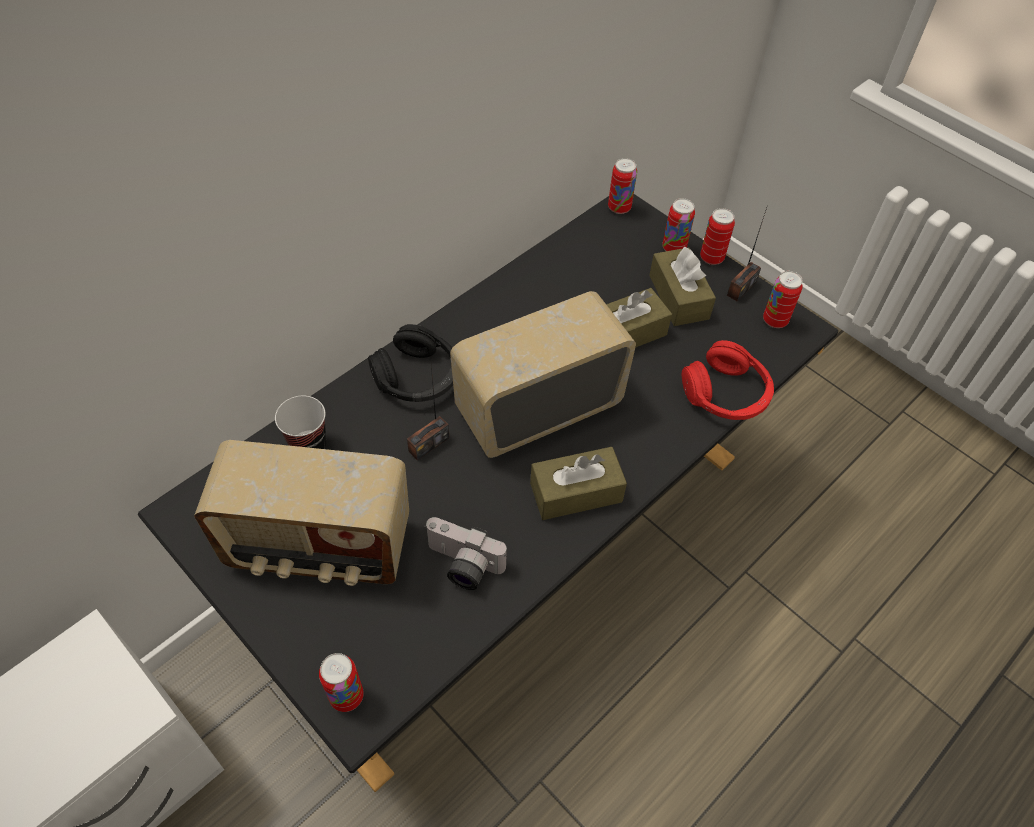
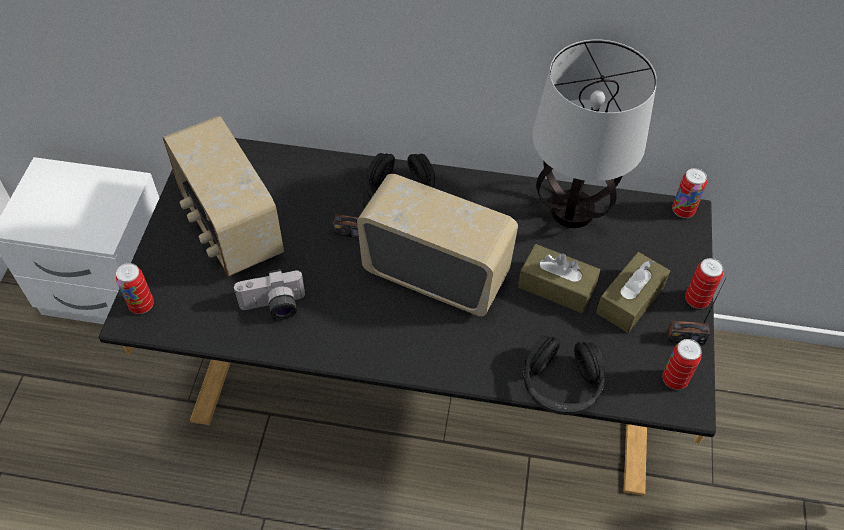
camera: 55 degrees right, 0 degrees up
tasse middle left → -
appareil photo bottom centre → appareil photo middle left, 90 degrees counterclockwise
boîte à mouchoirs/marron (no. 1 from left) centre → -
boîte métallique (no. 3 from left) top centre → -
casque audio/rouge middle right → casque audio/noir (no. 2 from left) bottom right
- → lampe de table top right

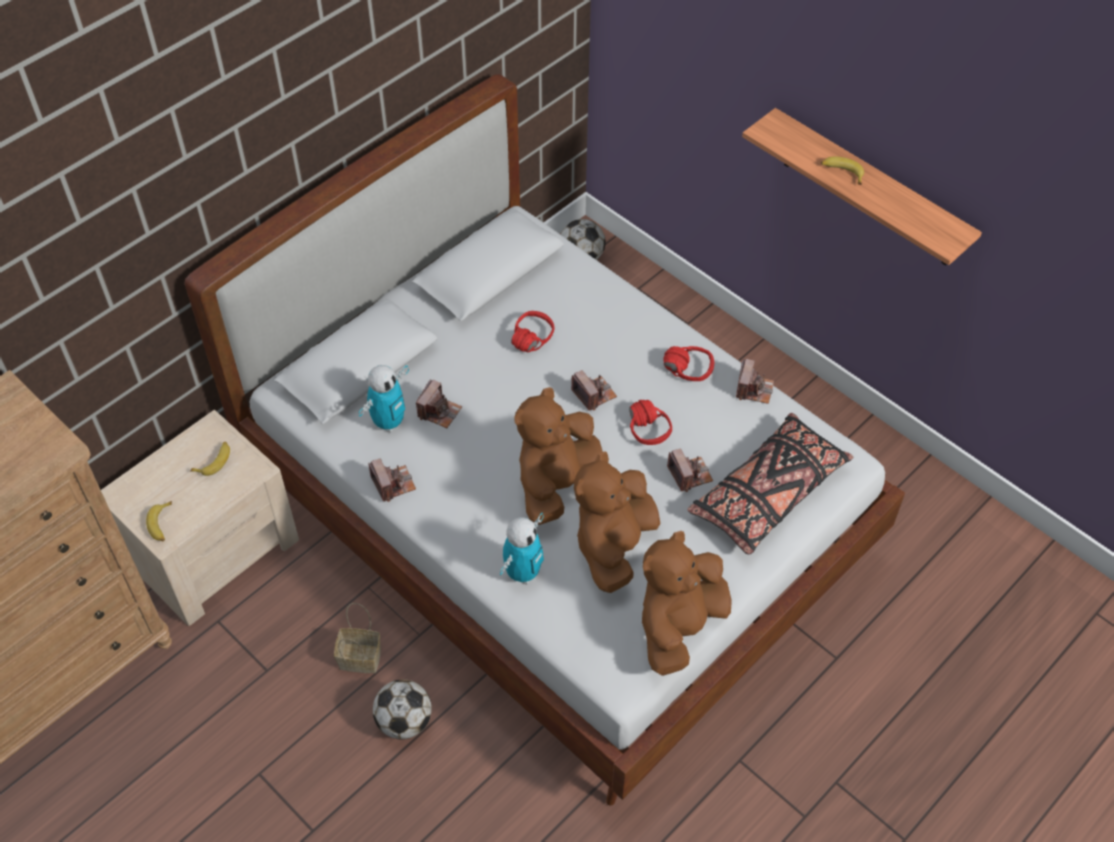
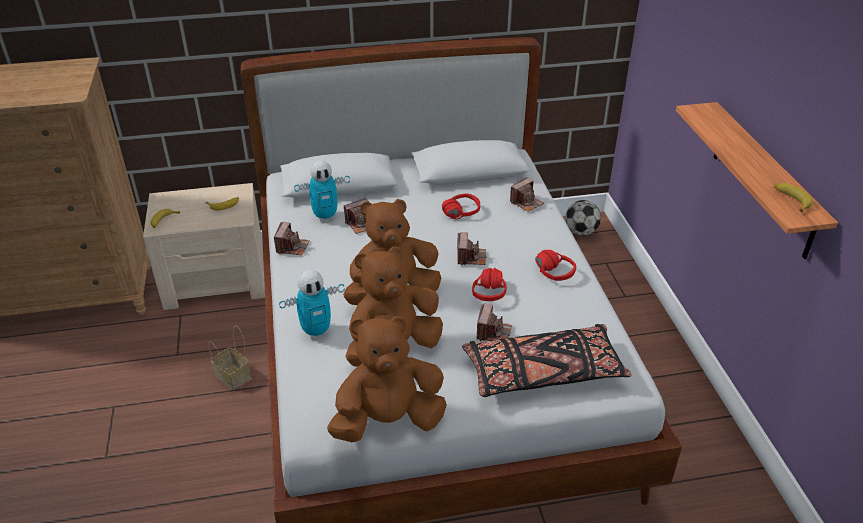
camera: 35 degrees right, 15 degrees down
ballon de foot (no. 1 from left) bottom centre → -
appareil photo (no. 5 from left) middle right → appareil photo (no. 5 from left) centre, relocated
banane (no. 3 from left) top right → banane (no. 3 from left) middle right, relocated

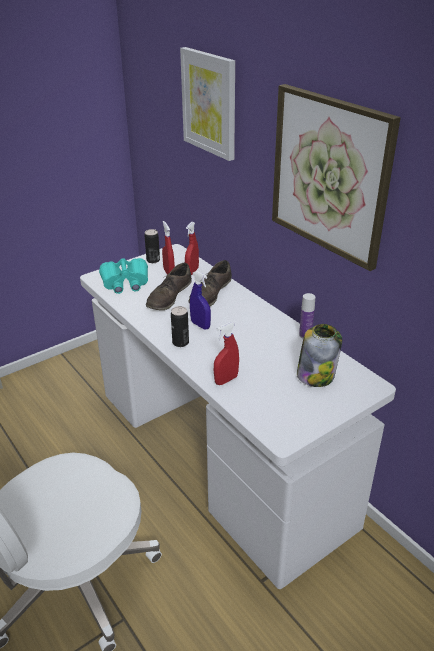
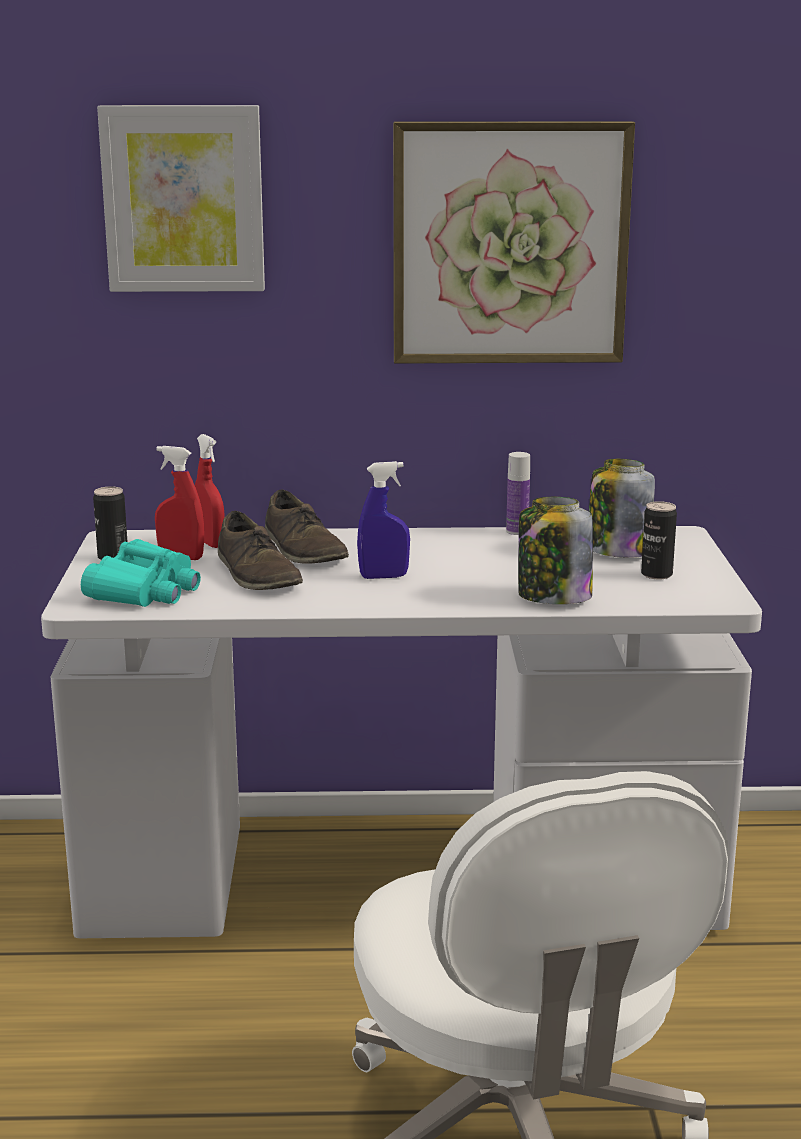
camera: 55 degrees left, 15 degrees down
boîte métallique (no. 2 from left) centre → boîte métallique (no. 2 from left) middle right, relocated
vaporisateur/rouge (no. 3 from left) centre → bocal (no. 1 from left) middle right

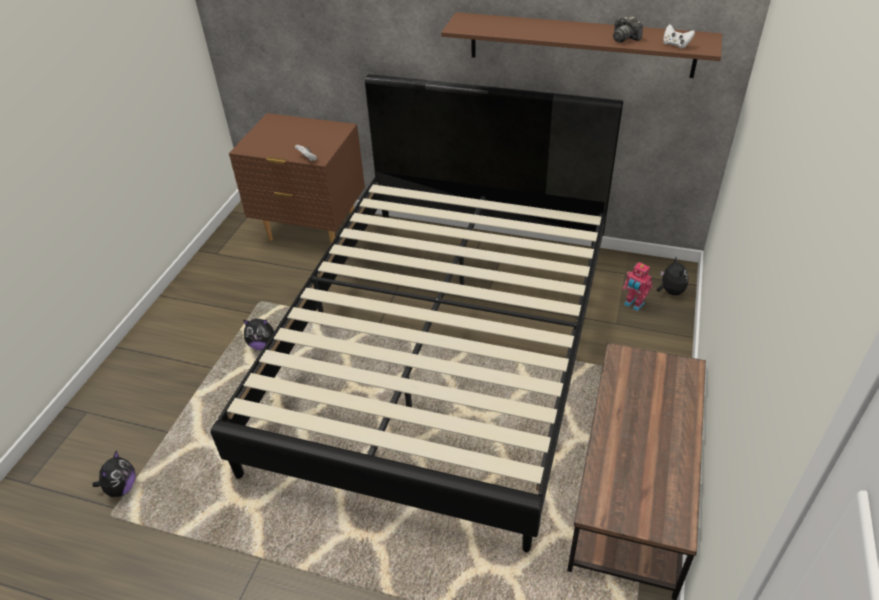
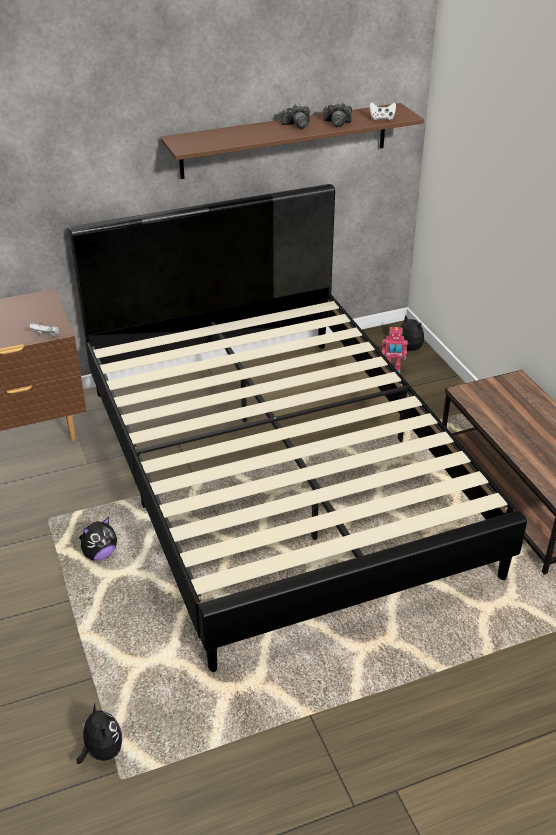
camera: 40 degrees left, 5 degrees down
- → appareil photo (no. 1 from left) top centre

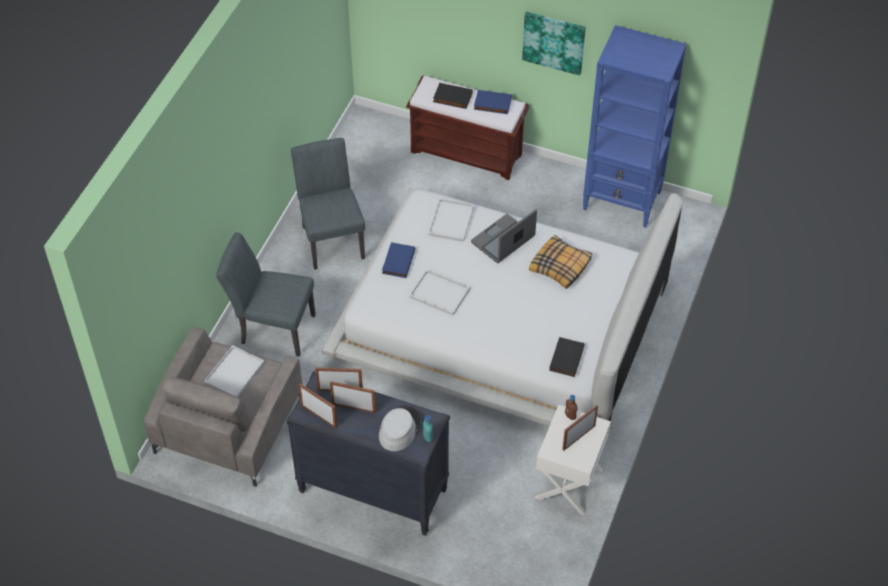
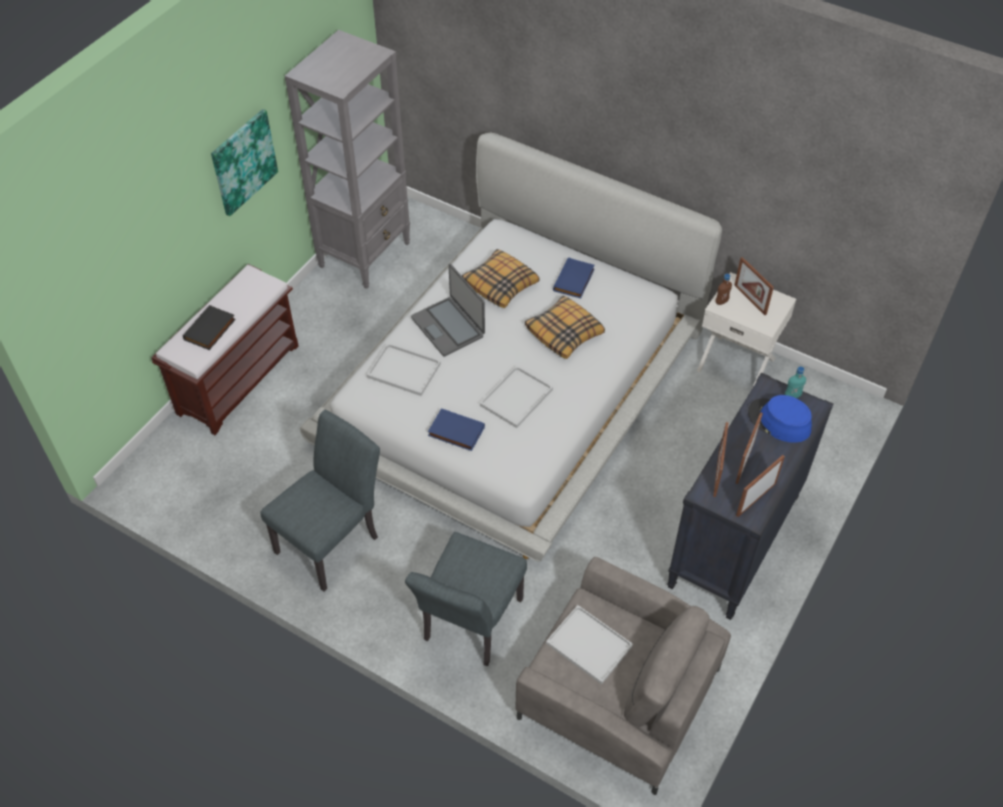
camera: 80 degrees left, 0 degrees up
chaise/gris (no. 2 from left in the first image) centre → chaise/gris (no. 1 from left) middle left, 135 degrees clockwise
chapeau/gris bottom centre → chapeau/bleu middle right
livre/bleu (no. 2 from left) top centre → livre/bleu (no. 2 from left) centre, relocated
livre/noir (no. 2 from left) centre → -
bibliothèque/bleu top right → bibliothèque/gris top centre
- → coussin (no. 2 from left) centre

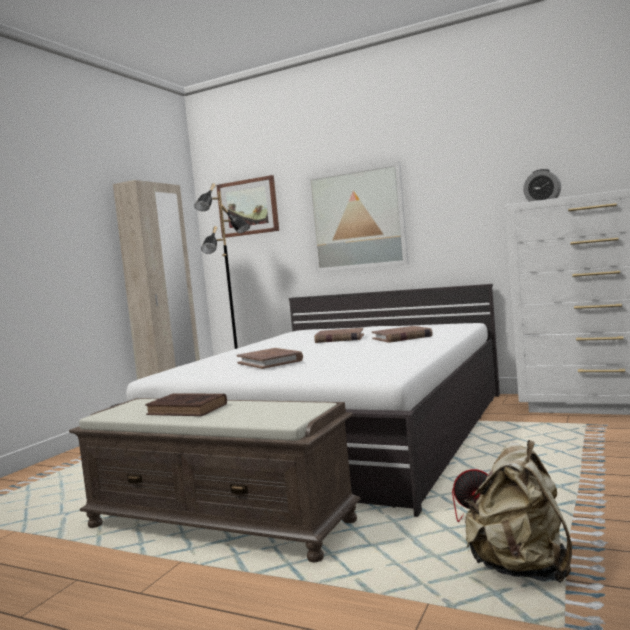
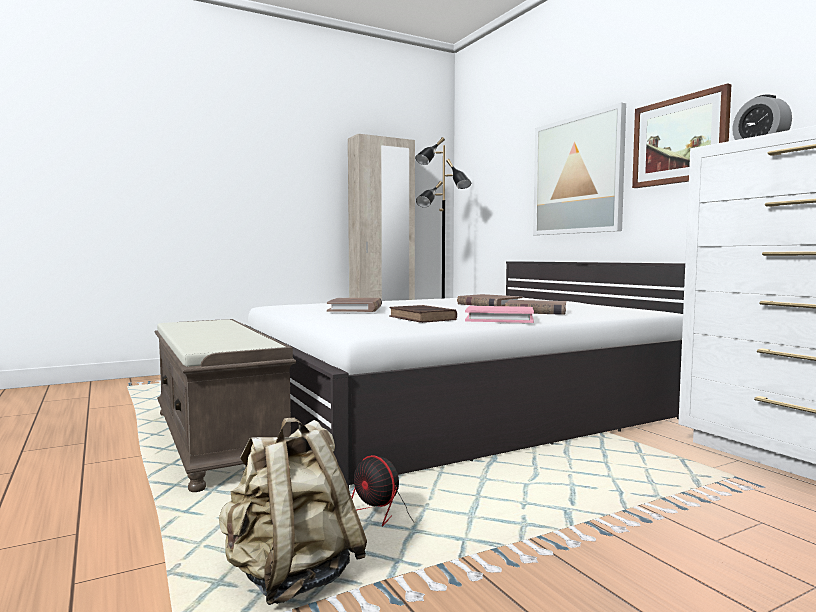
camera: 35 degrees right, 0 degrees up
livre/marron (no. 1 from left in the first image) middle left → livre/marron (no. 2 from left) centre, relocated
tableau (no. 1 from left in the first image) top centre → tableau (no. 2 from left) top right, relocated
- → livre/rose centre

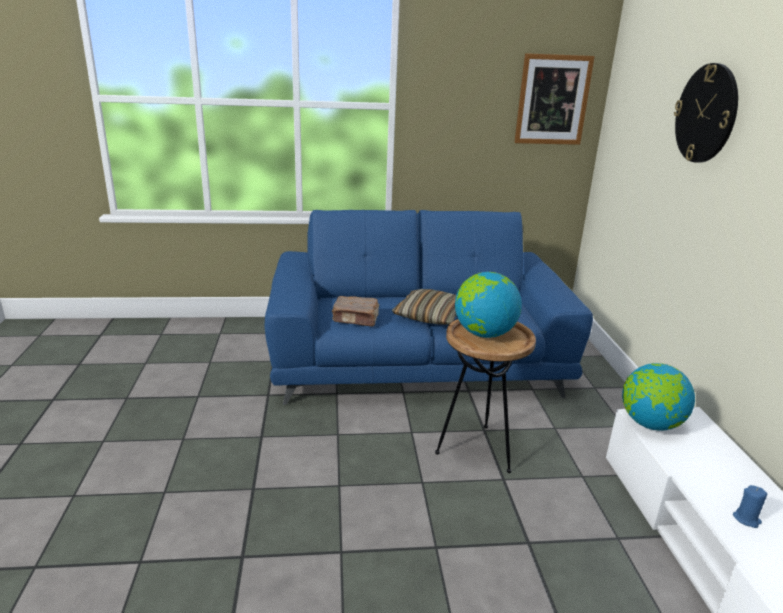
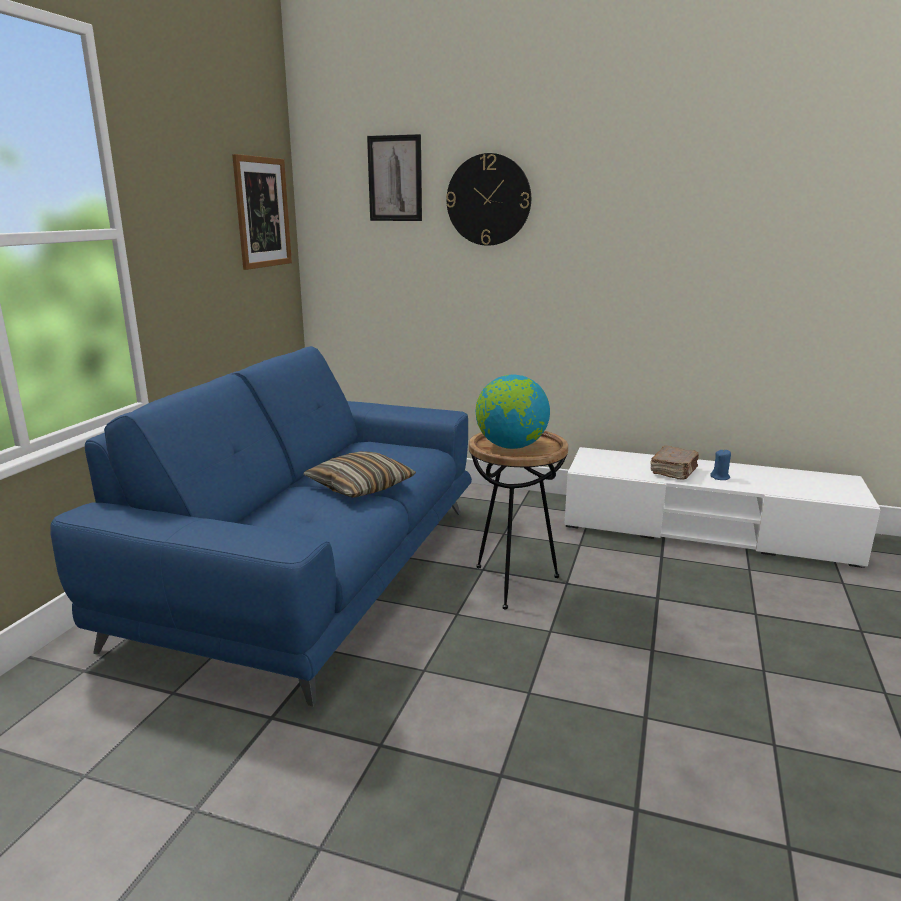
camera: 65 degrees left, 5 degrees down
livre/marron centre → livre/marron middle right, relocated
globe (no. 2 from left) middle right → -
- → tableau (no. 2 from left) top centre

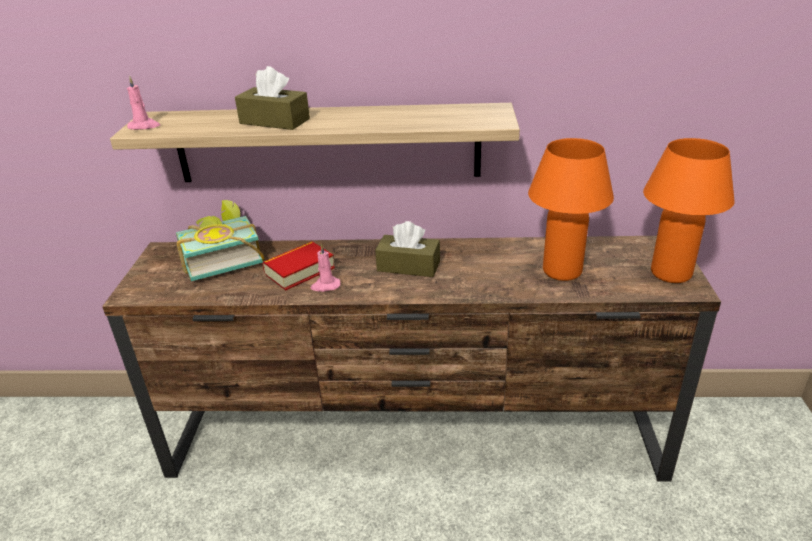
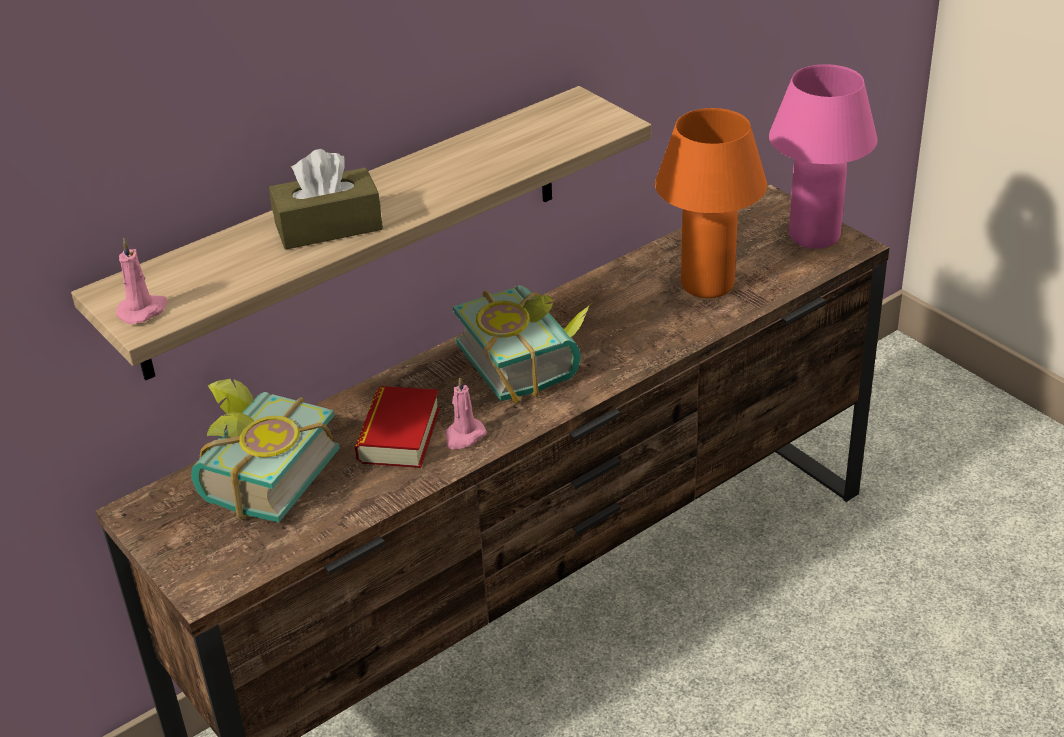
camera: 40 degrees left, 5 degrees up
boîte à mouchoirs/marron (no. 2 from left) centre → livre (no. 3 from left) centre
lampe de table/orange (no. 2 from left) middle right → lampe de table/rose top right

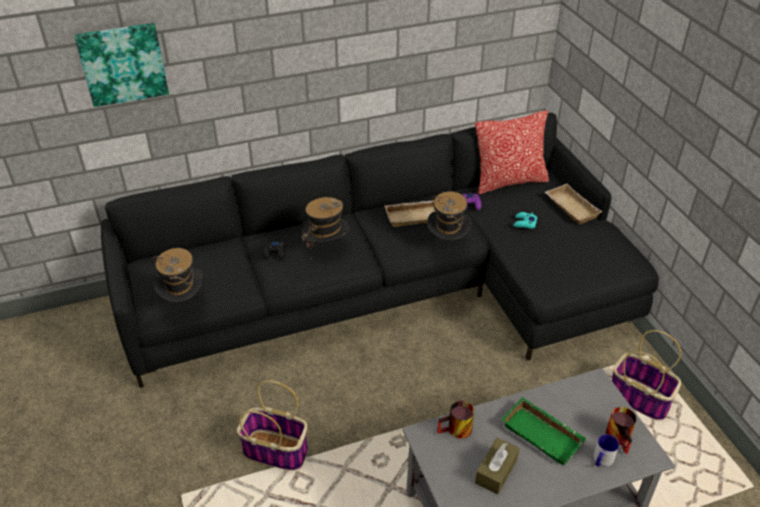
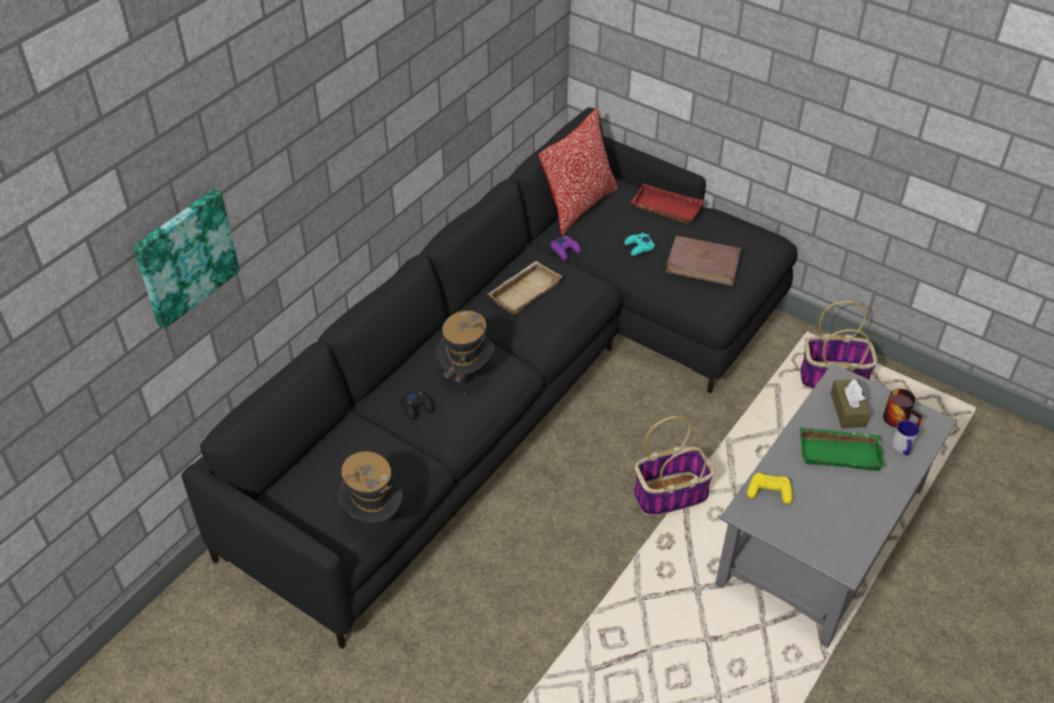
camera: 35 degrees left, 5 degrees up
panier (no. 1 from left) bottom centre → panier (no. 1 from left) centre, relocated
chapeau (no. 3 from left) centre → -
mug (no. 1 from left) bottom centre → manette/jaune bottom right
boîte à mouchoirs/marron bottom centre → boîte à mouchoirs/marron middle right, relocated
plateau/beige (no. 2 from left) middle right → plateau/rouge top centre
- → livre/marron middle right

